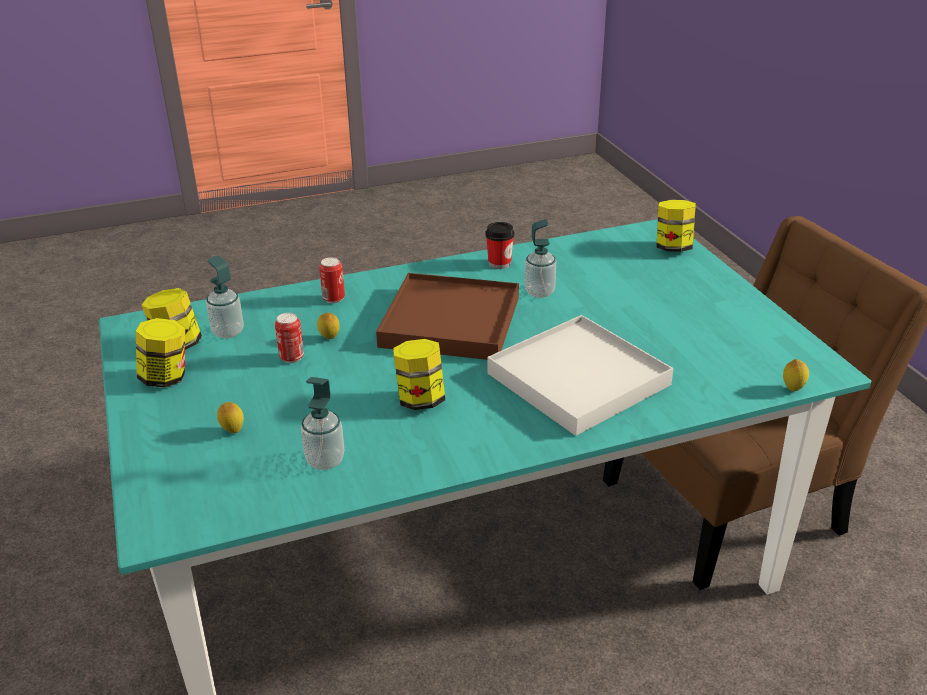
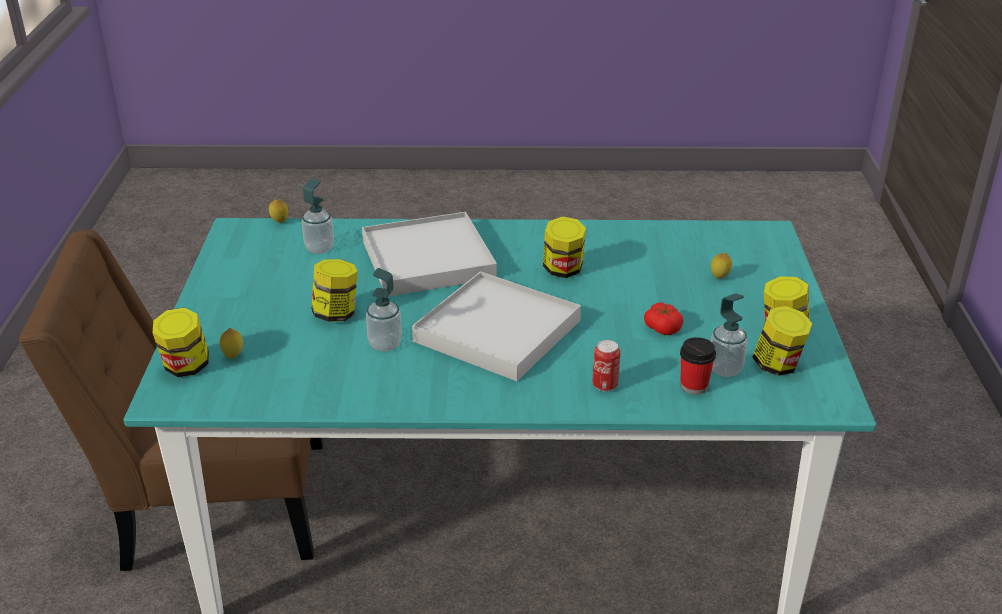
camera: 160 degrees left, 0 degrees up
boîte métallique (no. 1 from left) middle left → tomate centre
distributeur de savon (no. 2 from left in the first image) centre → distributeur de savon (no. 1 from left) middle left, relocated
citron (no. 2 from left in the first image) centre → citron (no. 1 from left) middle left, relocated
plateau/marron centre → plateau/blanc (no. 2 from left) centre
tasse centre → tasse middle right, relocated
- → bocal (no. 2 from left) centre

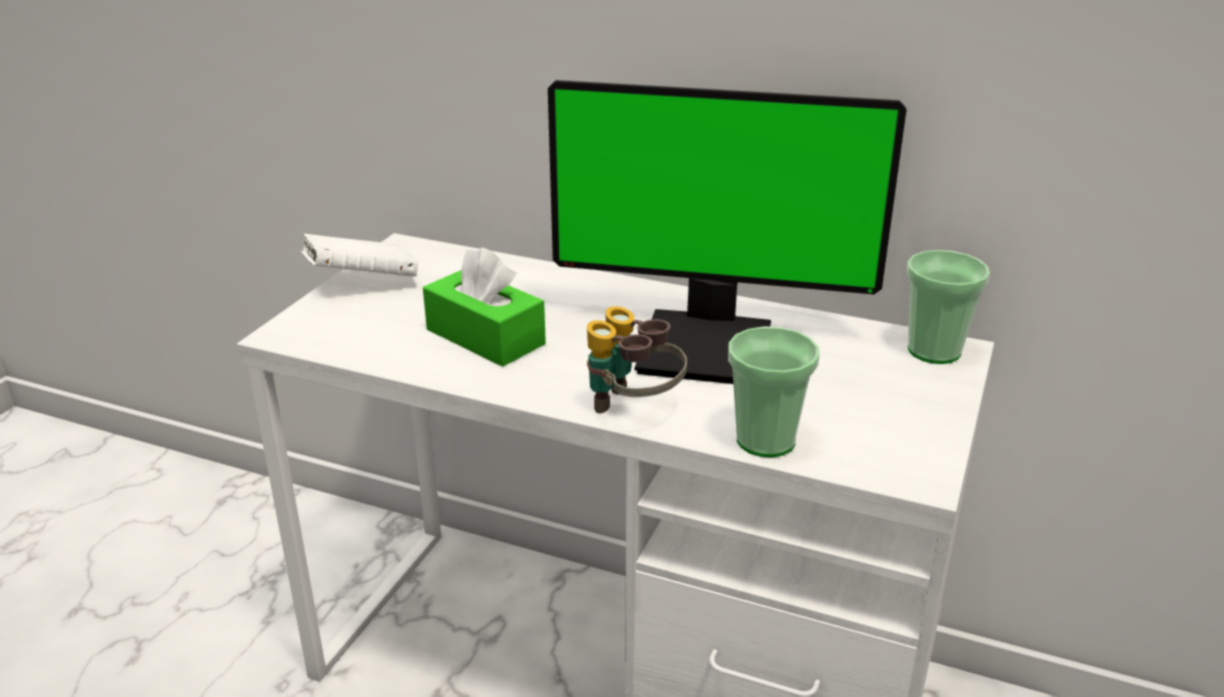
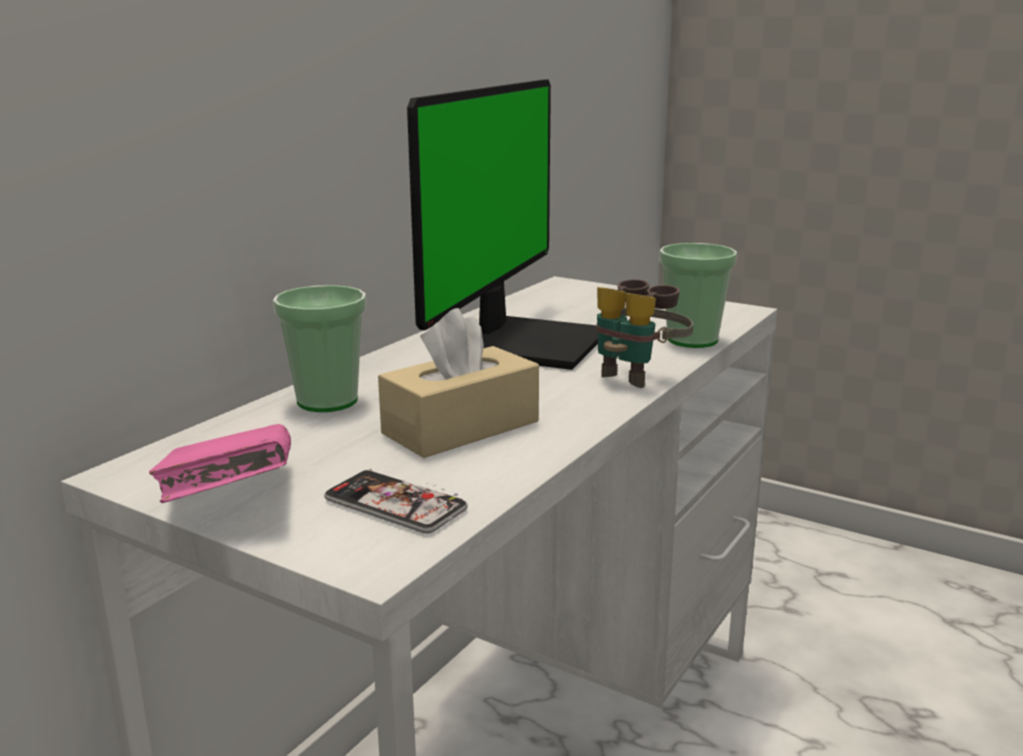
camera: 80 degrees left, 10 degrees down
livre/blanc middle left → livre/rose middle left
boîte à mouchoirs/vert centre → boîte à mouchoirs/beige centre
tasse (no. 2 from left in the first image) middle right → tasse (no. 1 from left) middle left, relocated
- → téléphone centre

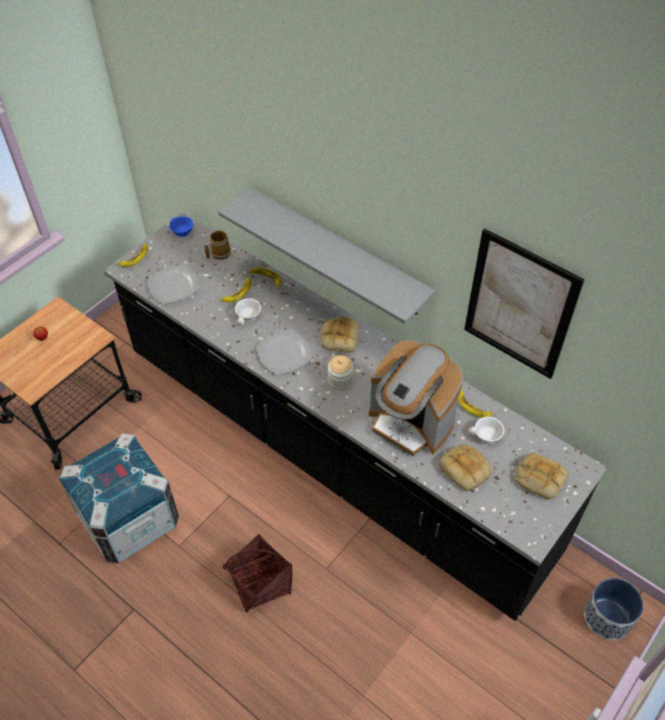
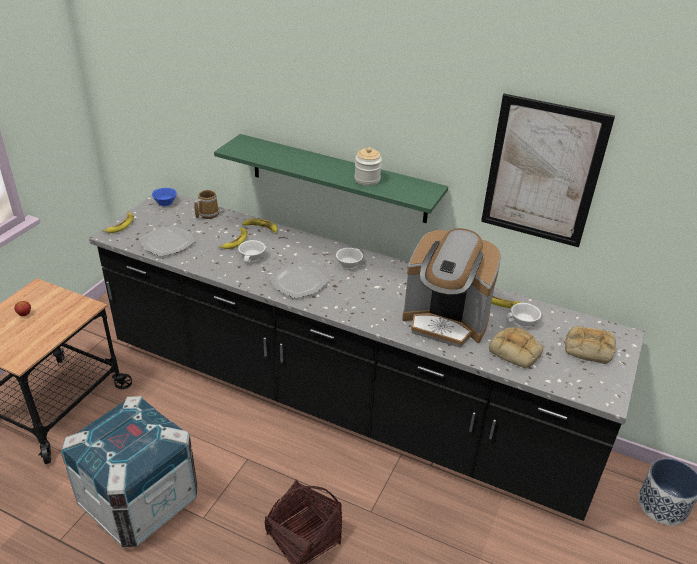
camera: 15 degrees left, 15 degrees down
étagère/gris centre → étagère/vert top centre
pain (no. 1 from left) centre → tasse/blanc (no. 2 from left) centre
bocal centre → bocal top centre, relocated

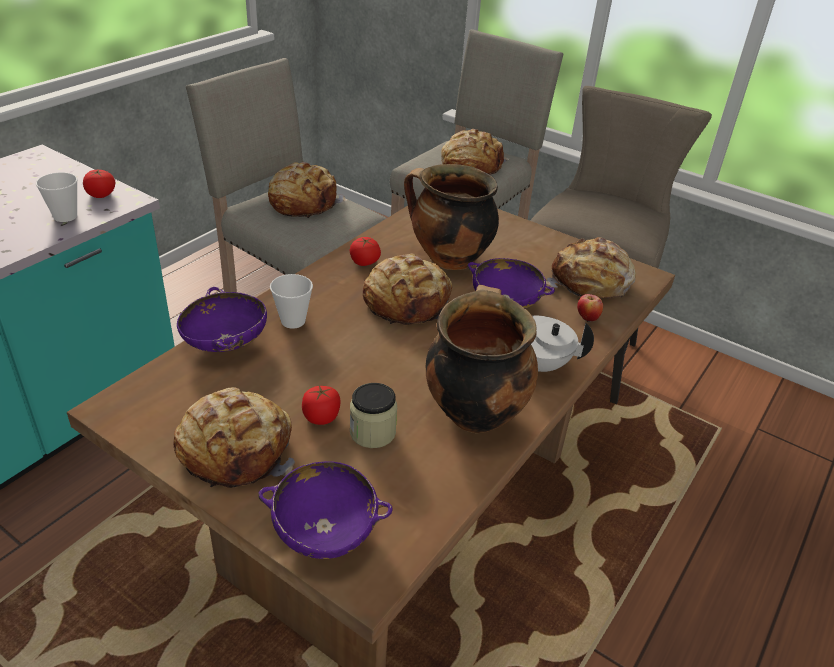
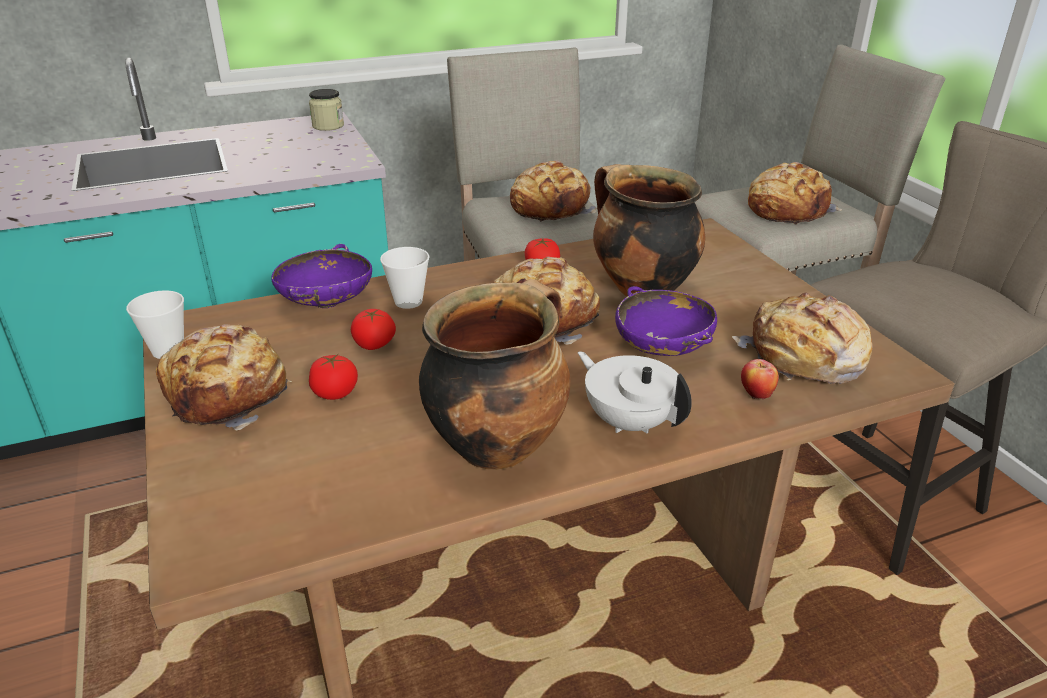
camera: 35 degrees right, 5 degrees down
tasse (no. 1 from left) top left → tasse (no. 1 from left) middle left, relocated
tomate (no. 1 from left in the first image) top left → tomate (no. 2 from left) centre, relocated
bol/violet (no. 2 from left) bottom centre → -
bocal centre → bocal top left, relocated

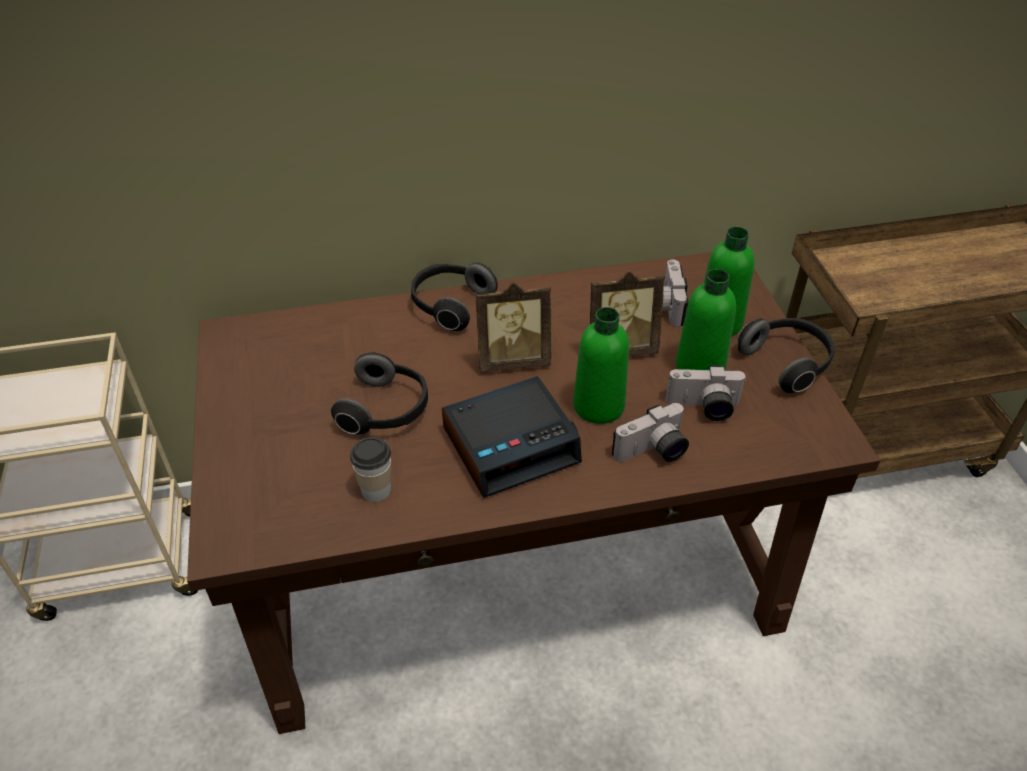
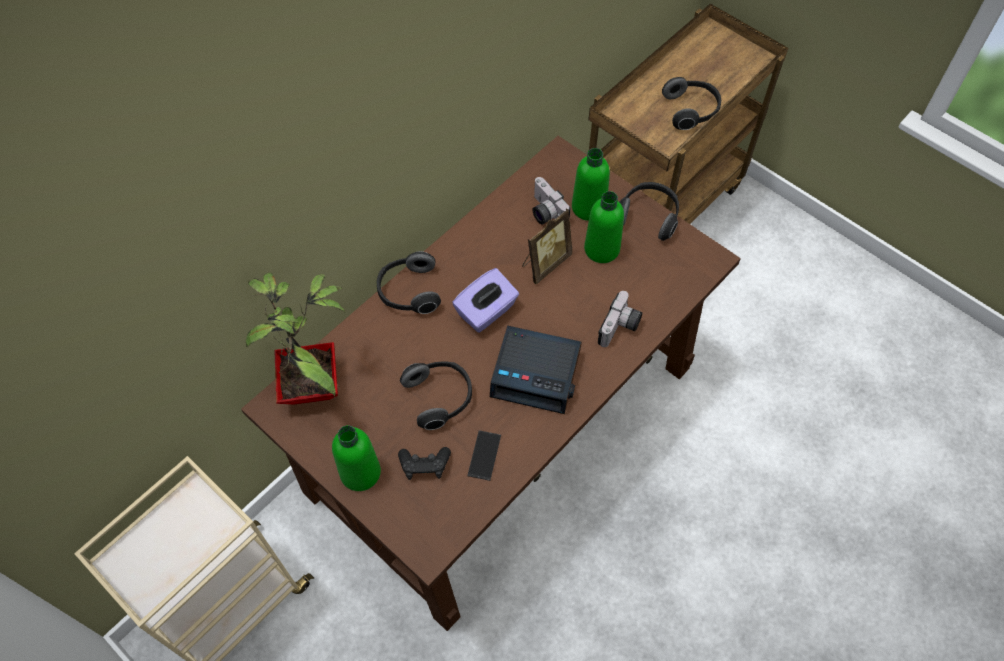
camera: 35 degrees left, 15 degrees up
tasse centre → téléphone bottom centre
réveil centre, 75 degrees clockwise
cadre photo (no. 1 from left) centre → boîte à mouchoirs/violet centre
bouteille/vert (no. 1 from left) centre → bouteille/vert (no. 1 from left) bottom centre, relocated
appareil photo (no. 3 from left) middle right → -
- → plante en pot middle left
- → manette/noir bottom centre
- → casque audio (no. 4 from left) top right

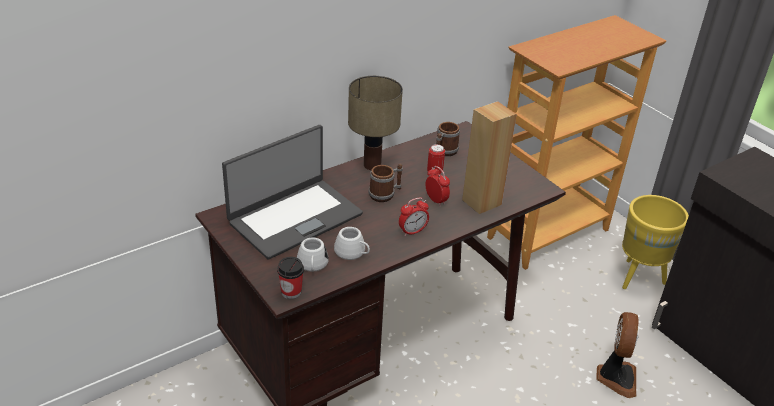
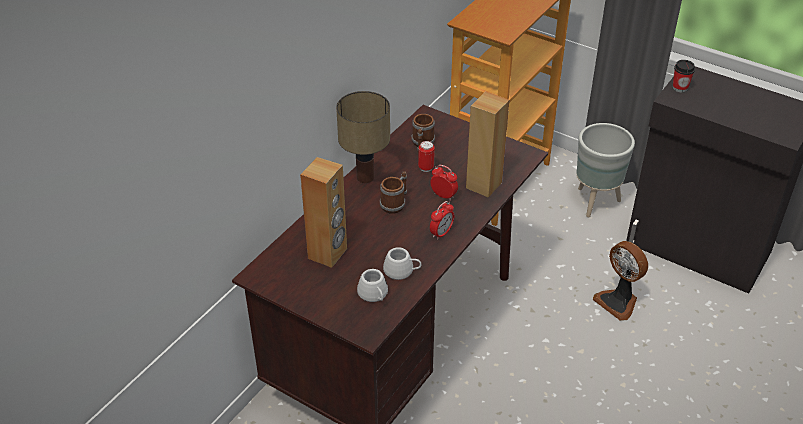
camera: 20 degrees left, 5 degrees up
ordinateur portable centre → enceinte/marron (no. 1 from left) centre
tasse bottom centre → tasse top right, relocated
ventilateur bottom right → ventilateur middle right, 150 degrees clockwise
cache-pot/jaune middle right → cache-pot/gris middle right

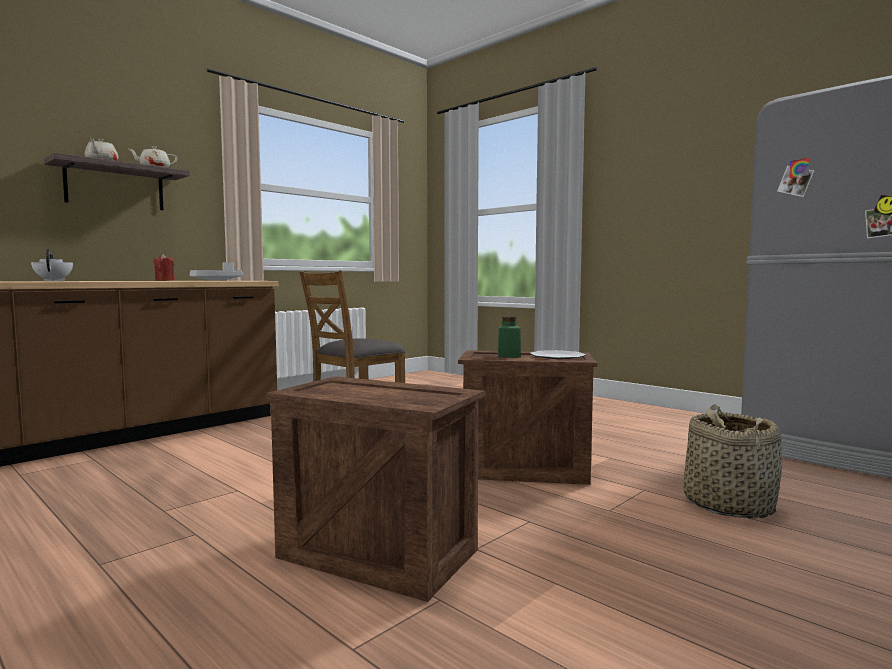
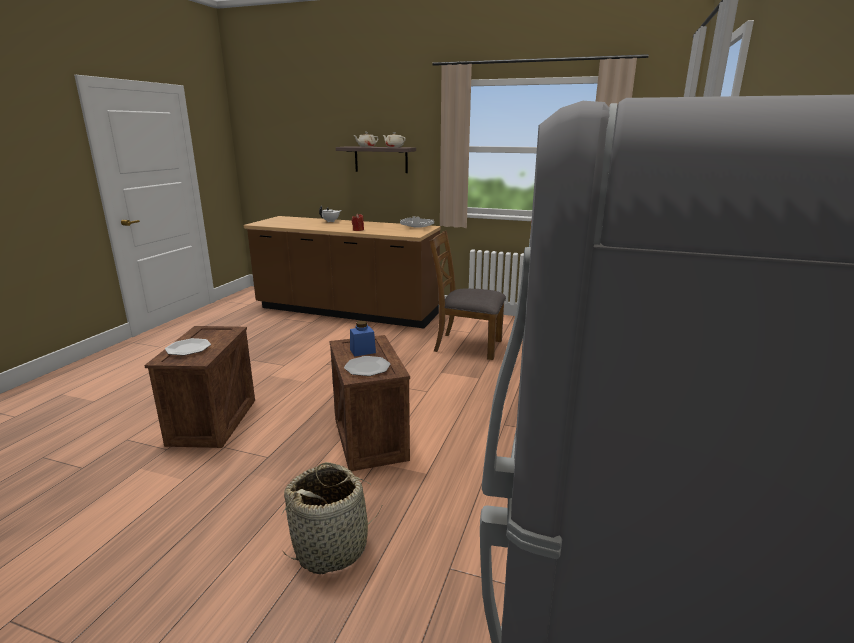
camera: 65 degrees right, 15 degrees up
bocal/vert centre → bocal/bleu centre
- → assiette (no. 1 from left) middle left

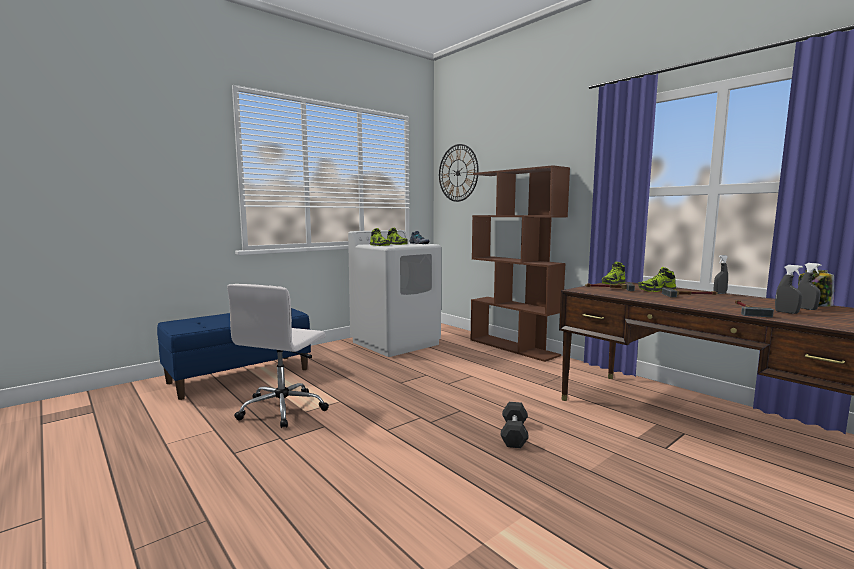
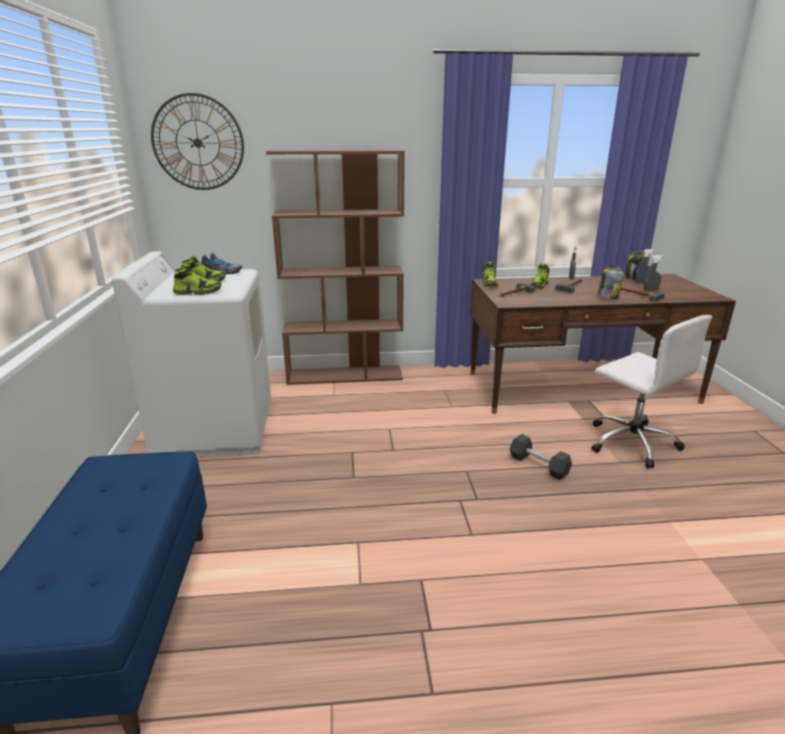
camera: 55 degrees left, 15 degrees up
chaise de bureau/blanc middle left → chaise de bureau/blanc middle right, relocated
- → bocal (no. 1 from left) middle right

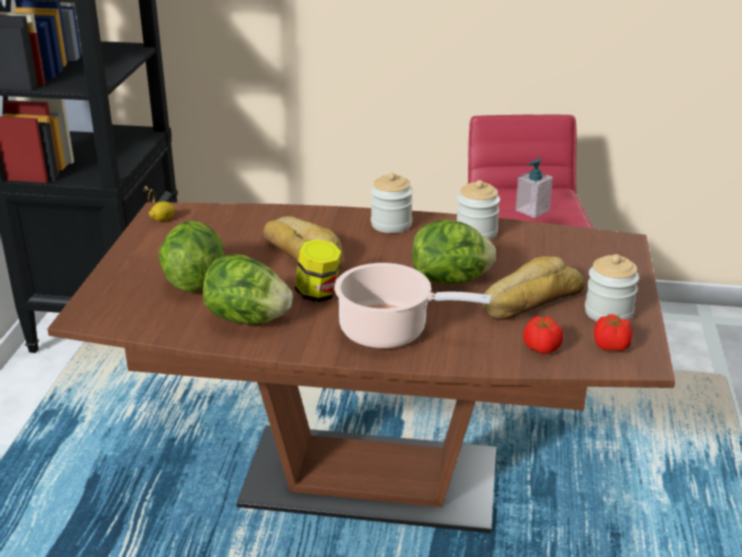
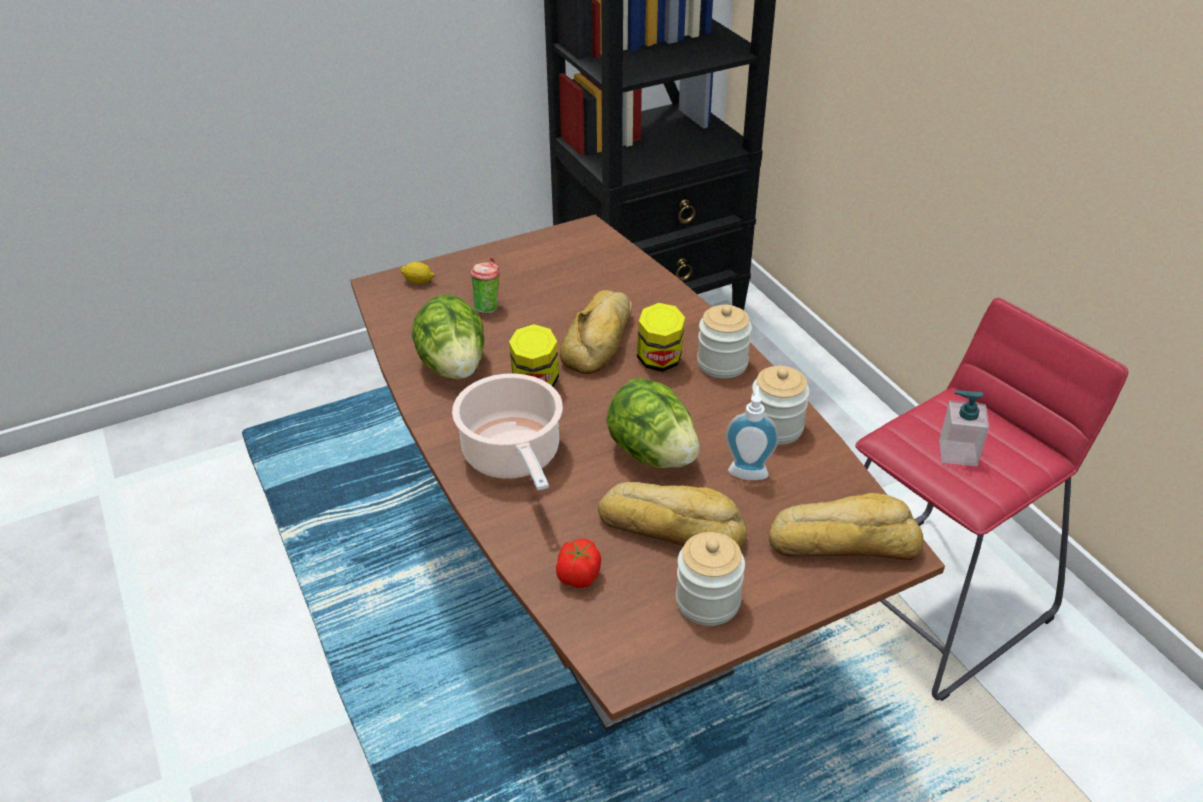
camera: 55 degrees right, 10 degrees up
citron middle left → citron centre, relocated
laitue (no. 1 from left) middle left → tasse centre
tomate (no. 2 from left) middle right → -
- → bocal (no. 2 from left) centre
- → distributeur de savon (no. 1 from left) centre
- → pain (no. 3 from left) middle right

